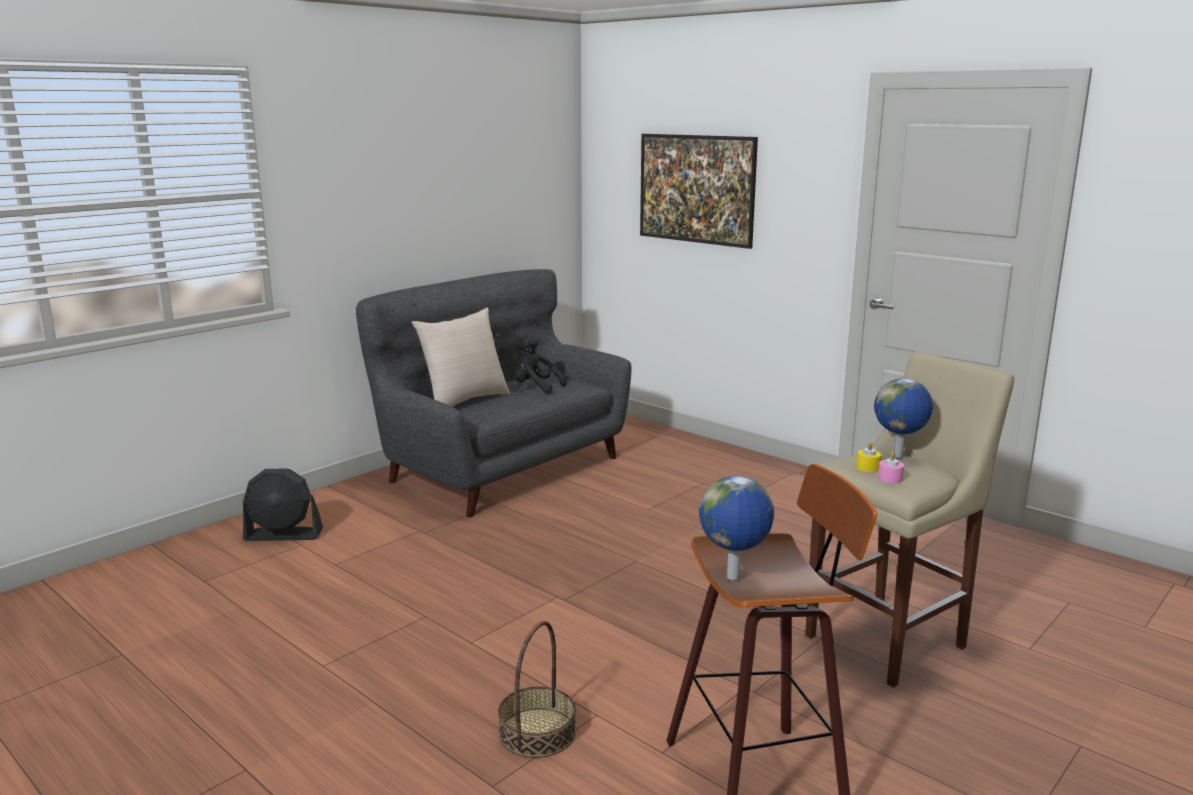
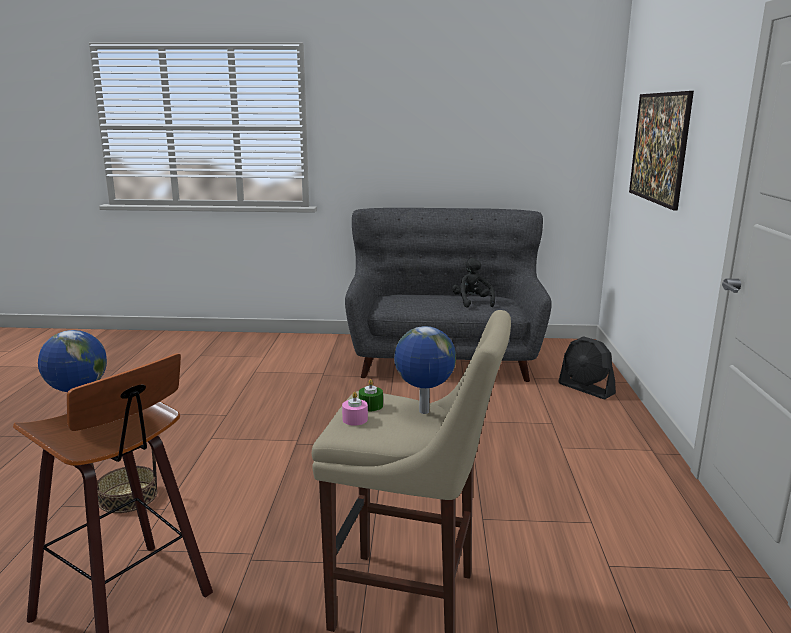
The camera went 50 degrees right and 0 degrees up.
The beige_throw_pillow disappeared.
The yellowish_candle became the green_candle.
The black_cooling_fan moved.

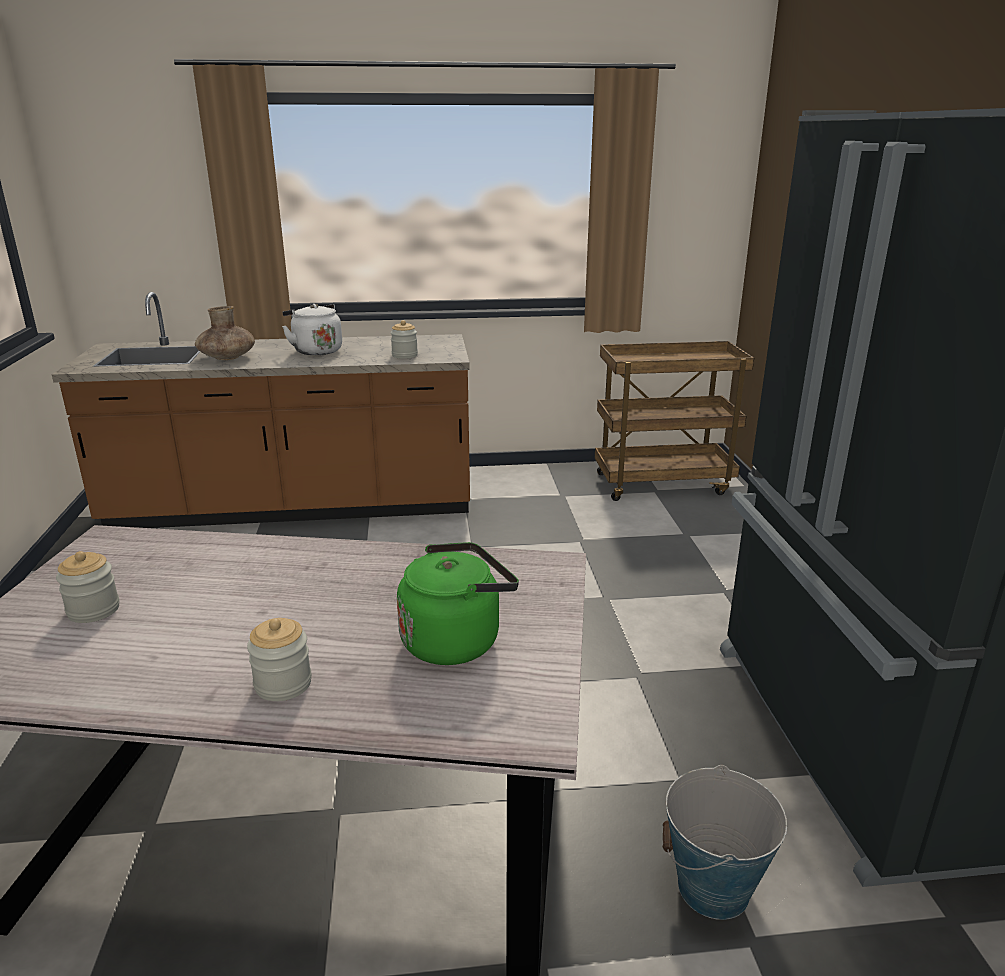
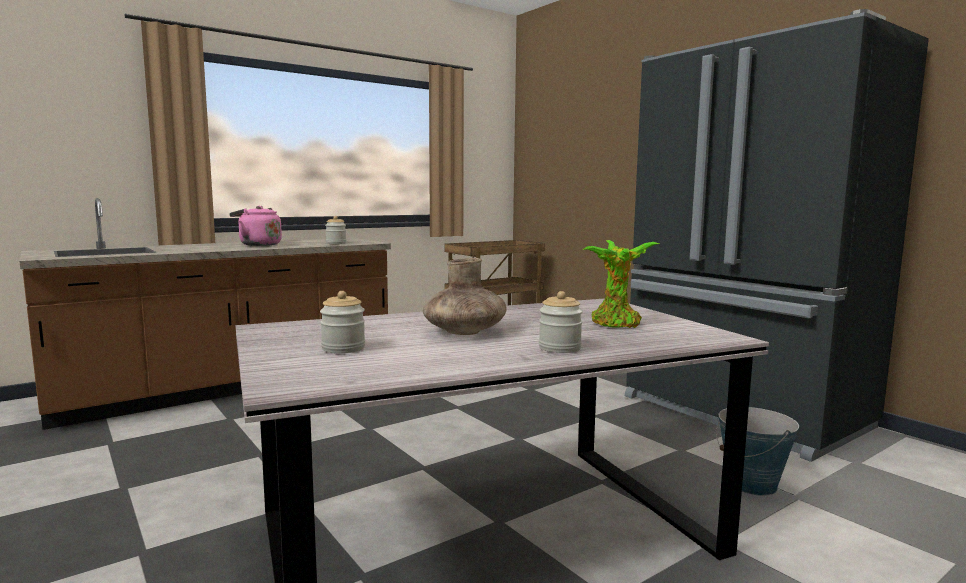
The camera went 30 degrees left and 15 degrees down.
The white_water_kettle became the pink_water_kettle.
The brown_vase moved.
The green_water_kettle was replaced by the plant_in_a_pot.

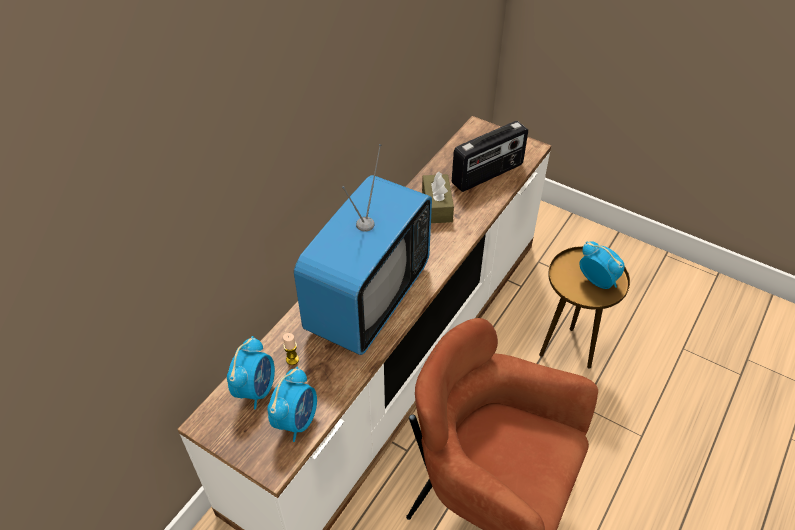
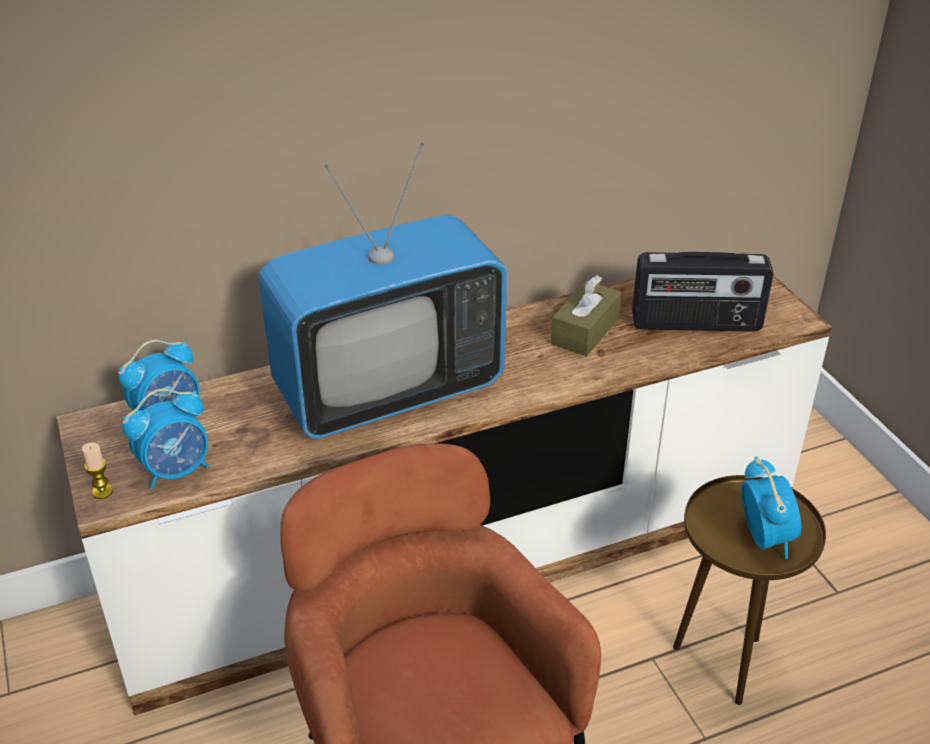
The camera went 35 degrees right and 10 degrees down.
The candle moved.

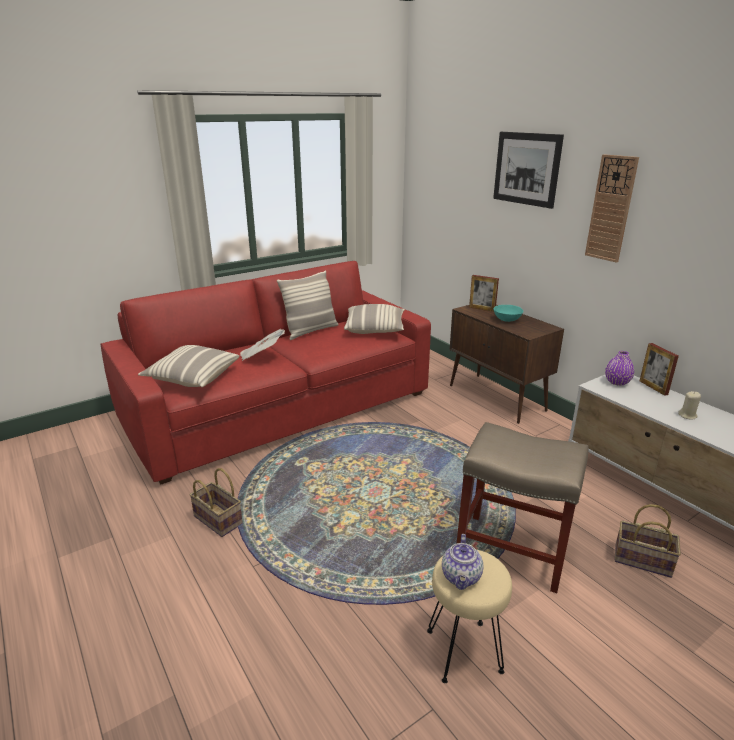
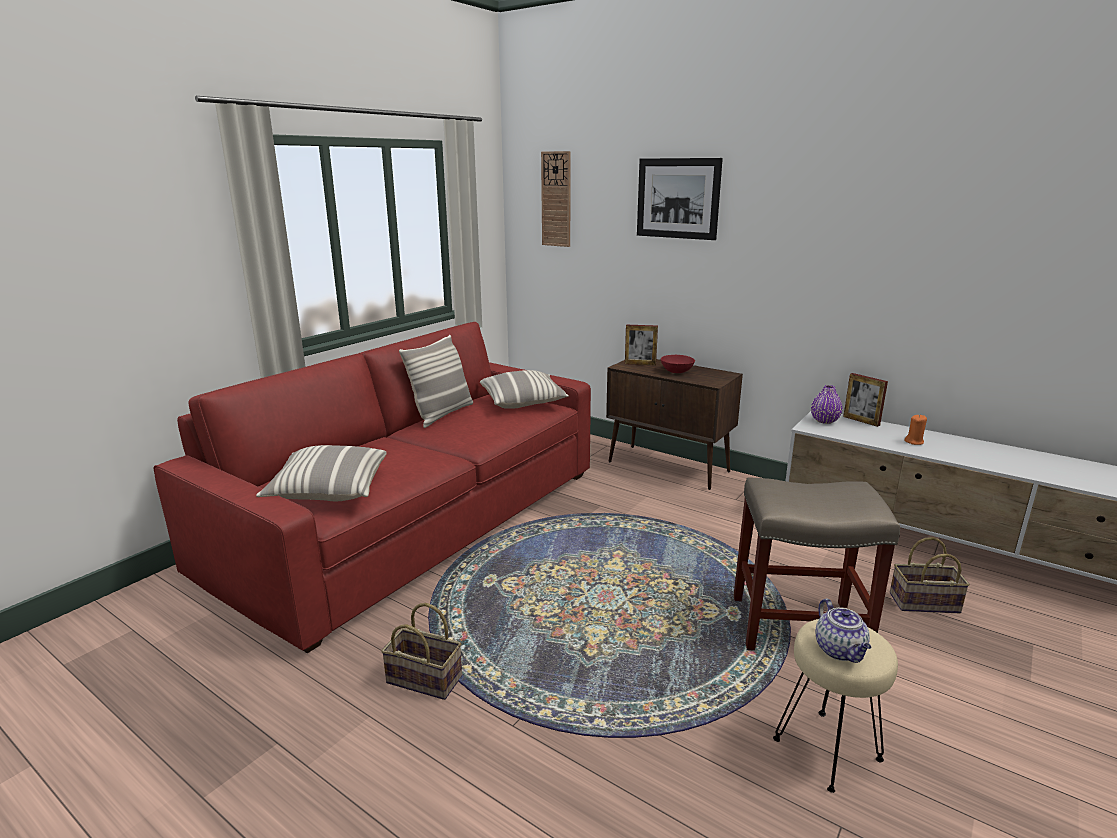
The camera went 20 degrees left and 5 degrees down.
The hanging_clock moved.
The blue-green_bowl became the red_bowl.
The daily_paper disappeared.
The beige_candle became the orange_candle.

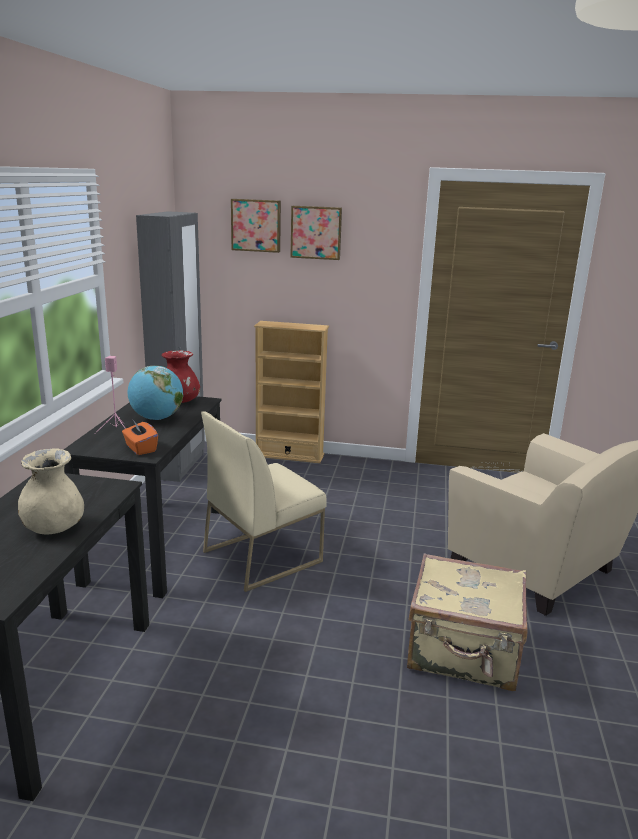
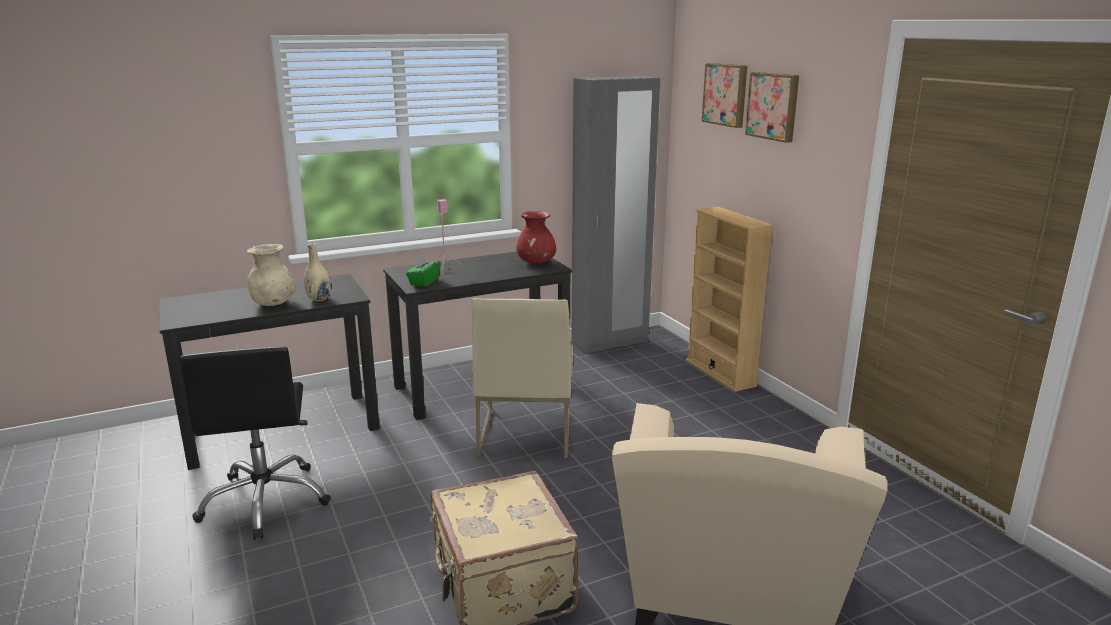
The camera went 55 degrees right and 0 degrees up.
The desk_globe disappeared.
The beige_chair turned 105 degrees counterclockwise.
The orange_tissue_holder became the green_tissue_holder.
The beige_vase (no. 2 from left) appeared.
The black_desk_chair appeared.

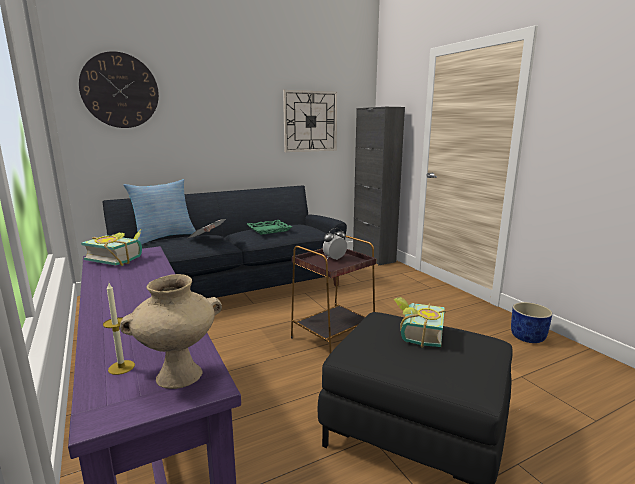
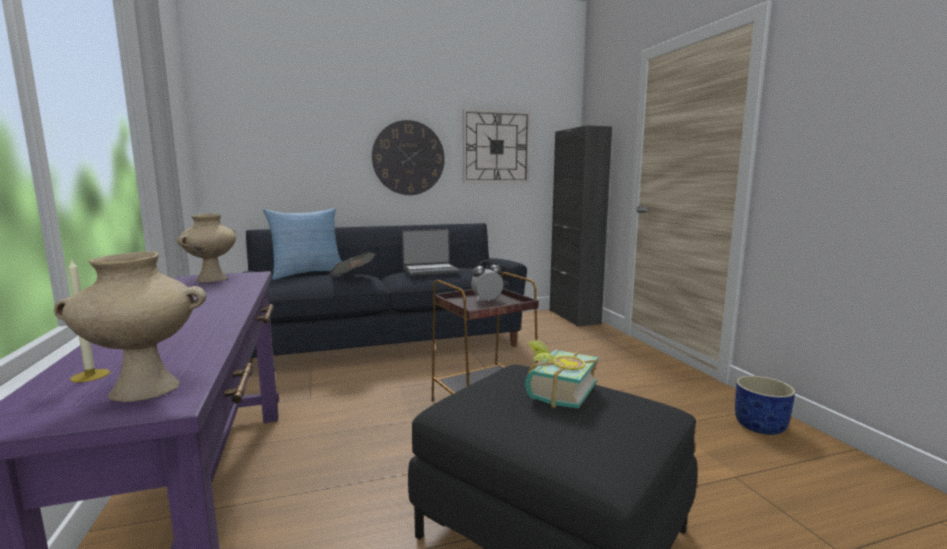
The camera went 10 degrees right and 5 degrees down.
The hanging_clock (no. 1 from left) moved.
The green_tray was replaced by the notebook_computer.
The book (no. 1 from left) was replaced by the beige_vase (no. 2 from left).

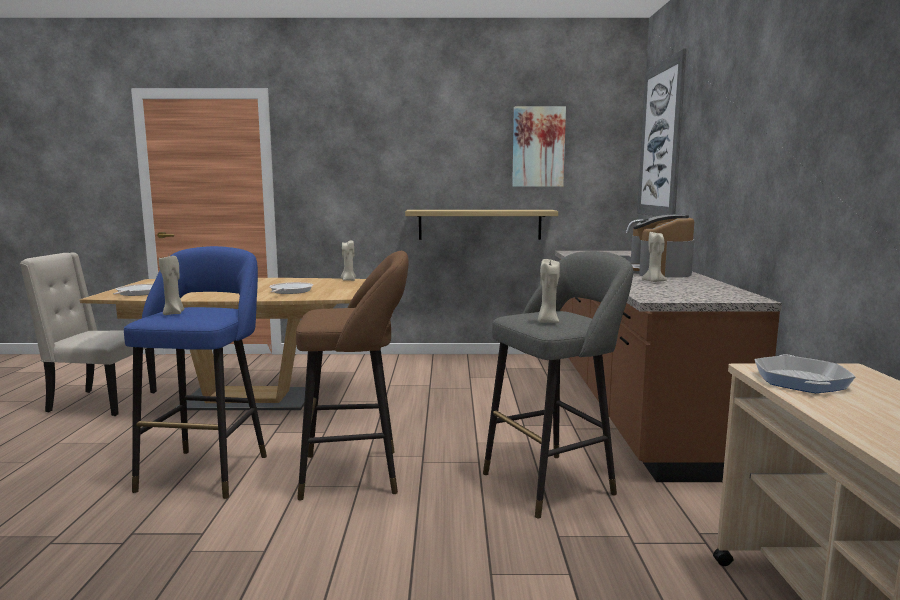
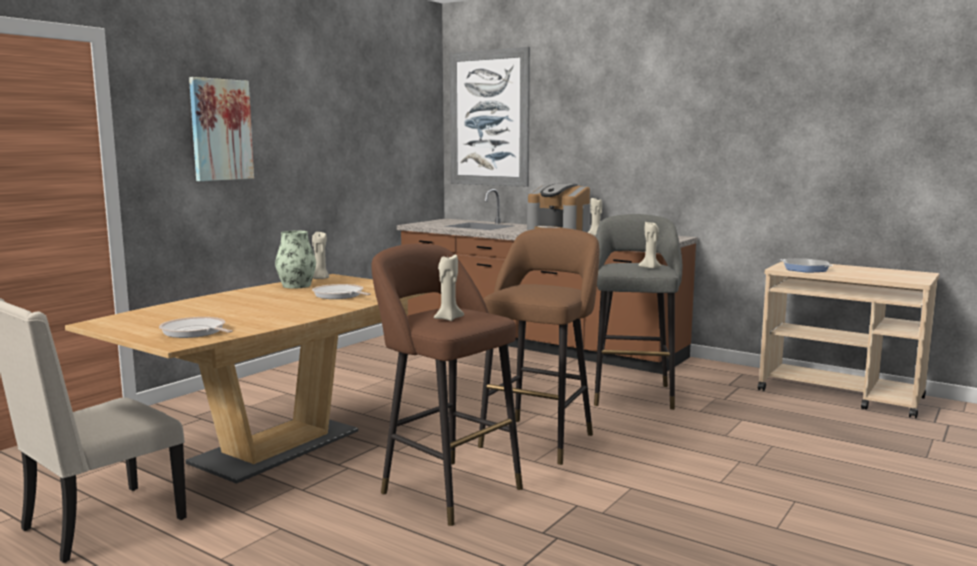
The camera went 55 degrees left and 0 degrees up.
The picture (no. 1 from left) moved.
The shelf disappeared.
The blue_stool became the brown_stool (no. 1 from left).
The vase appeared.

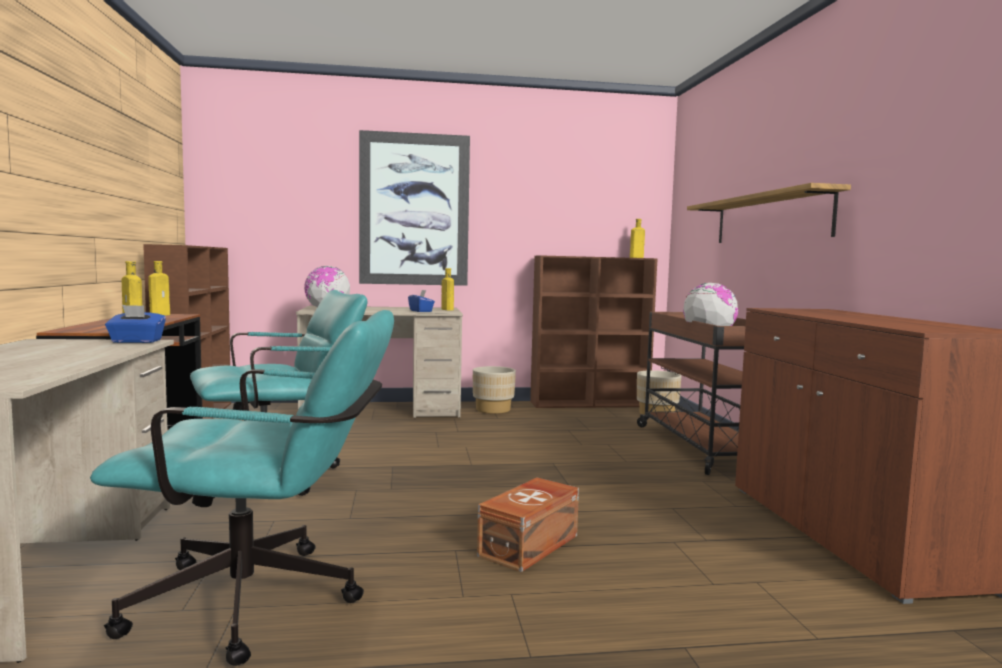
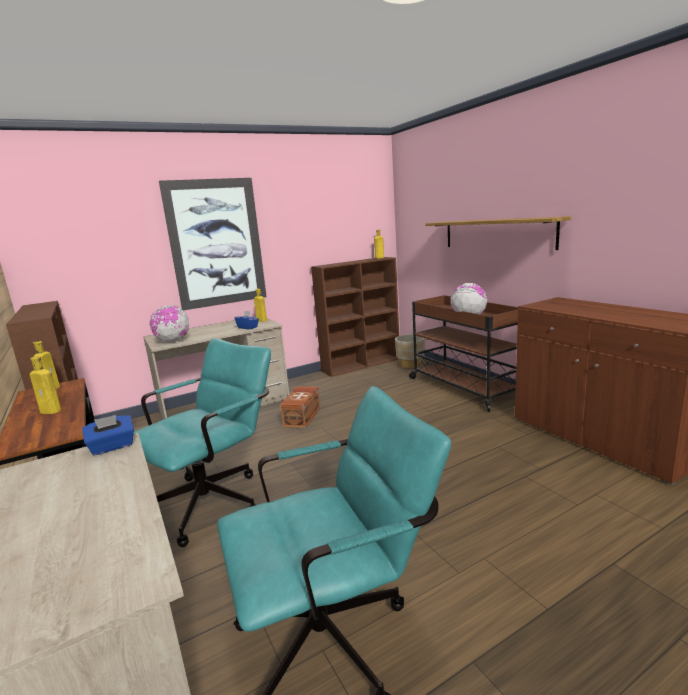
The camera went 20 degrees left and 10 degrees up.
The beige_planter (no. 1 from left) disappeared.
The brown_storage_bin moved.

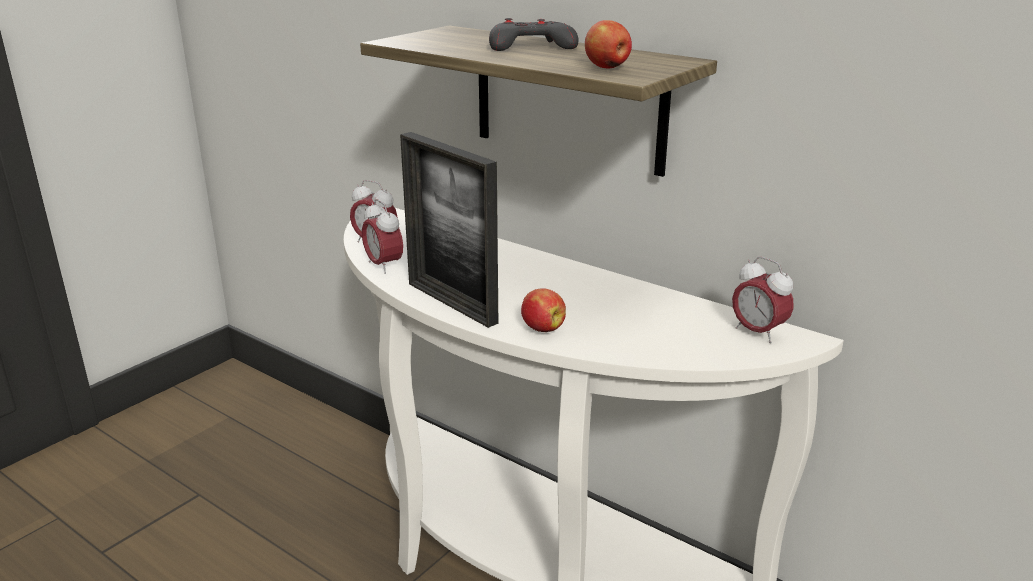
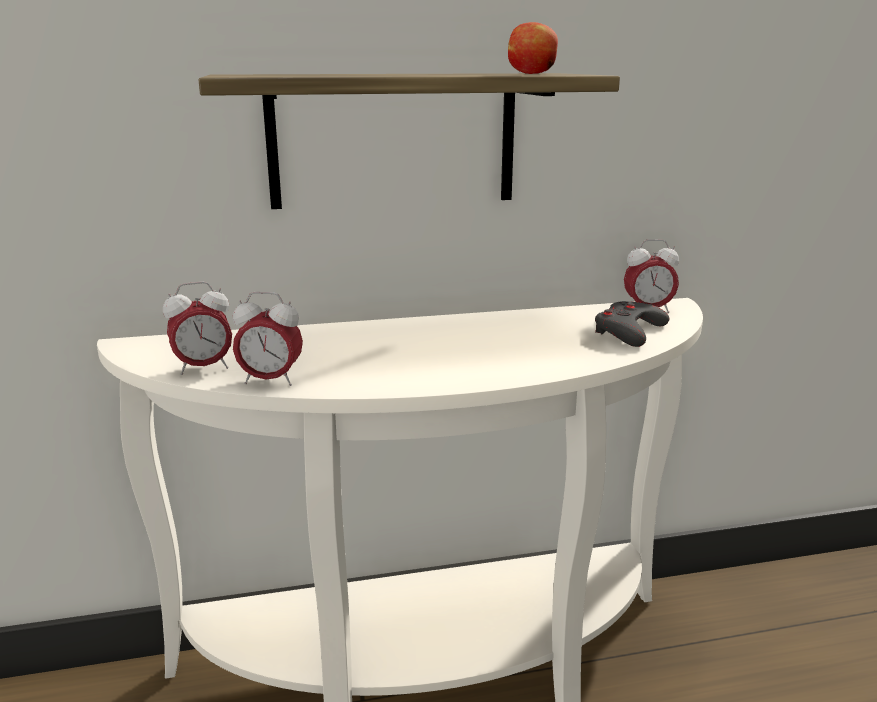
The camera went 50 degrees left and 5 degrees down.
The greyish_game_controller moved.
The standing_frame disappeared.
The apple_fruit (no. 1 from left) disappeared.

